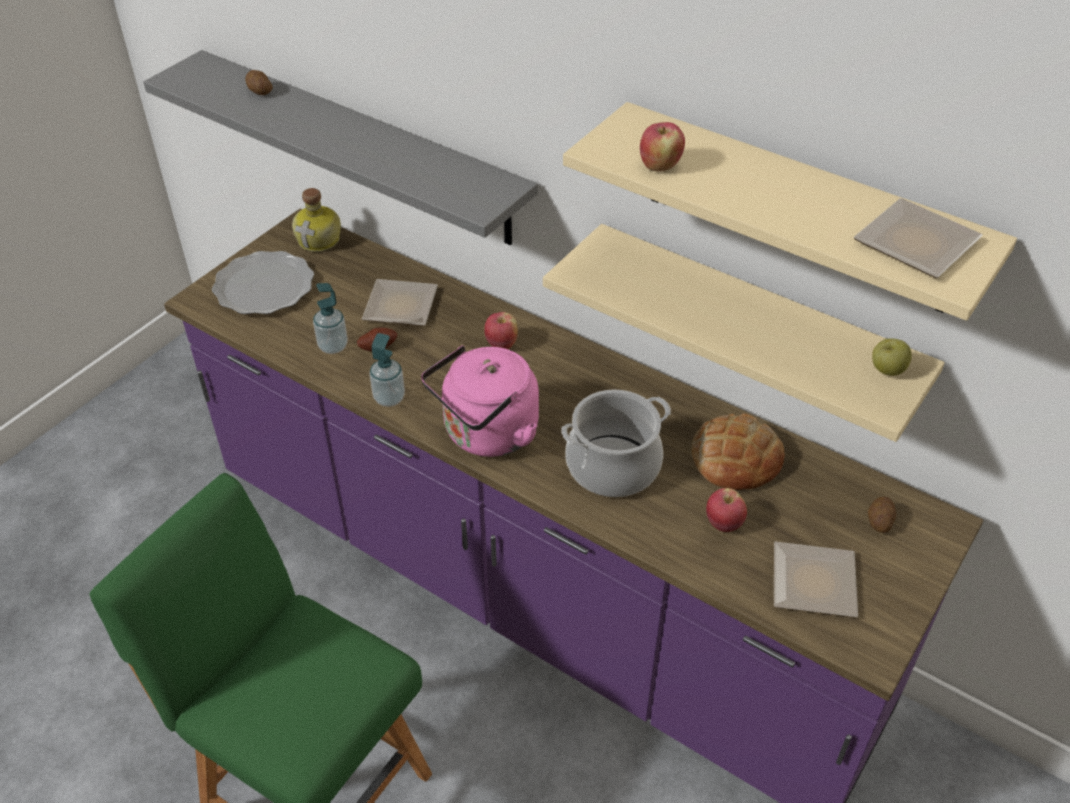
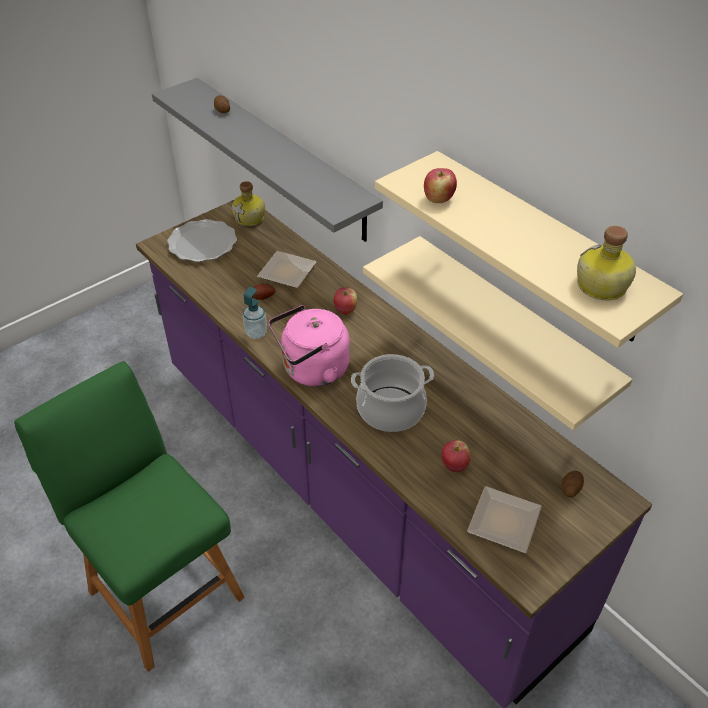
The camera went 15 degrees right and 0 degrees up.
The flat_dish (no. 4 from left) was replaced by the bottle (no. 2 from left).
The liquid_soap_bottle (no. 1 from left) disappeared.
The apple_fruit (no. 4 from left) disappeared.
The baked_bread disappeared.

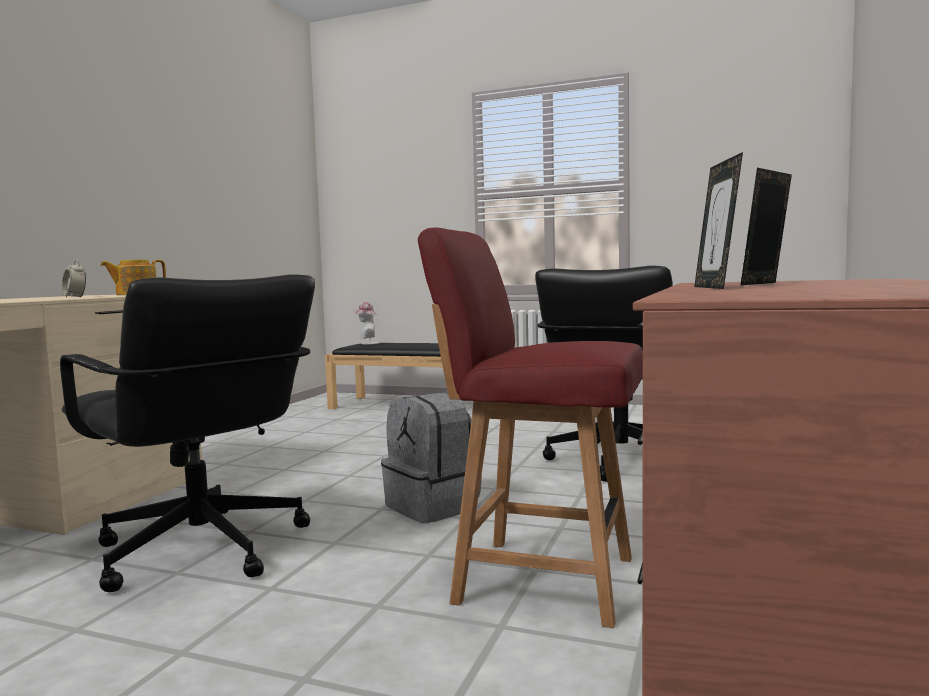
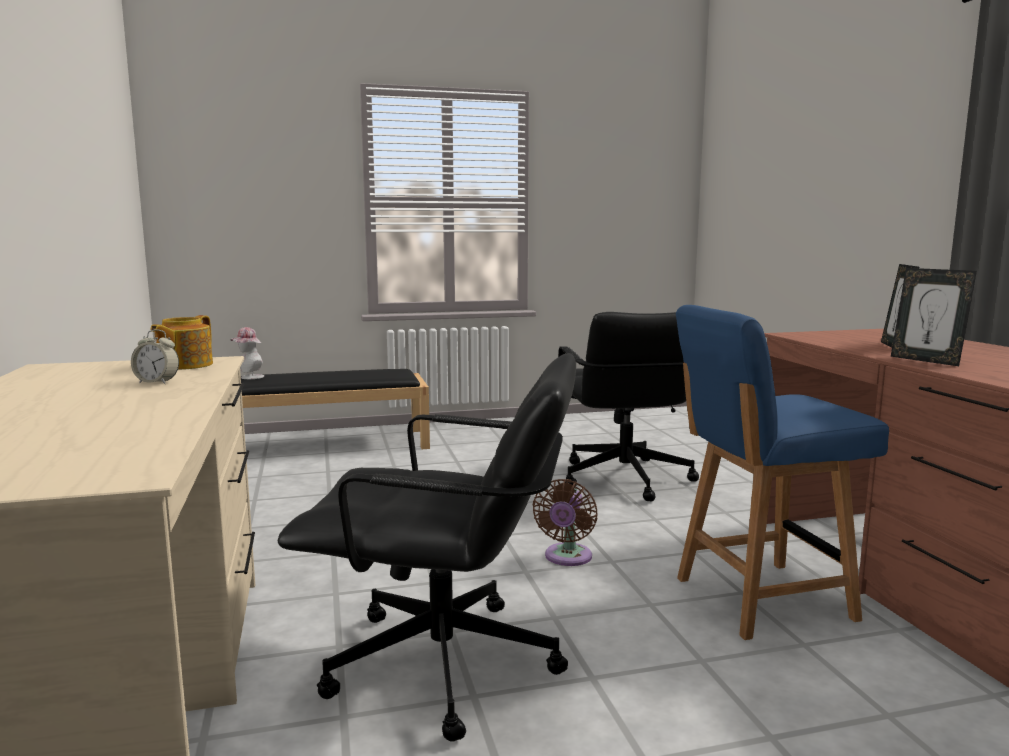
The camera went 35 degrees left and 5 degrees up.
The red_chair became the blue_chair.
The greyish_rucksack was replaced by the brown_cooling_fan.

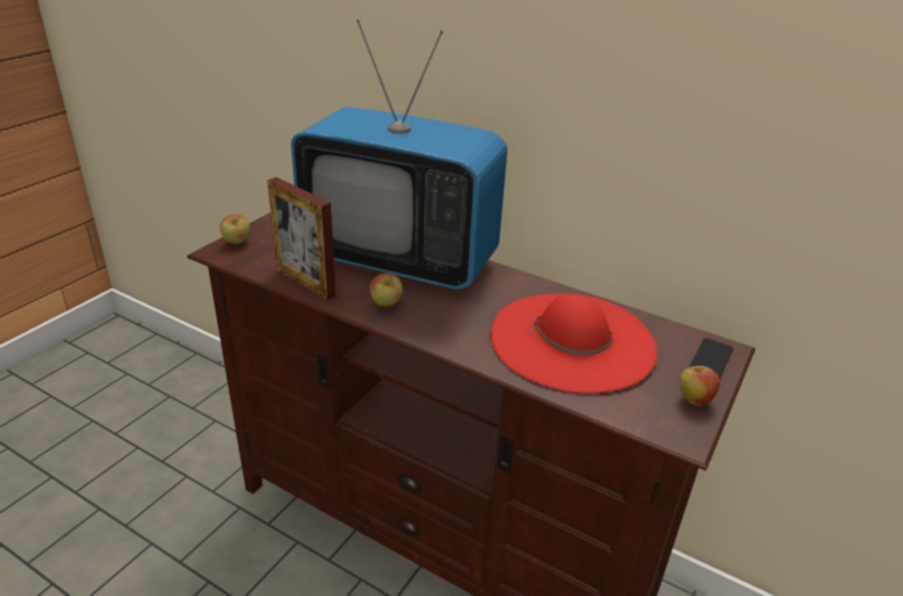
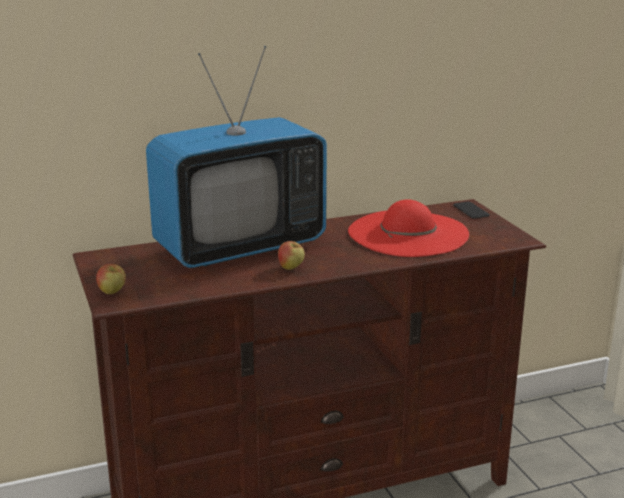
The camera went 50 degrees left and 10 degrees down.
The standing_frame disappeared.
The apple_fruit (no. 3 from left) disappeared.

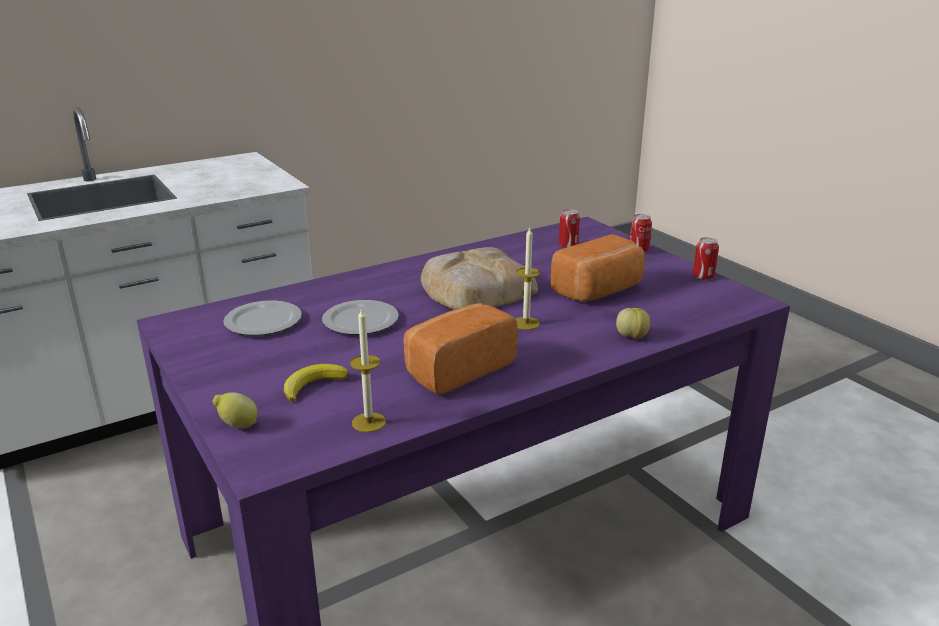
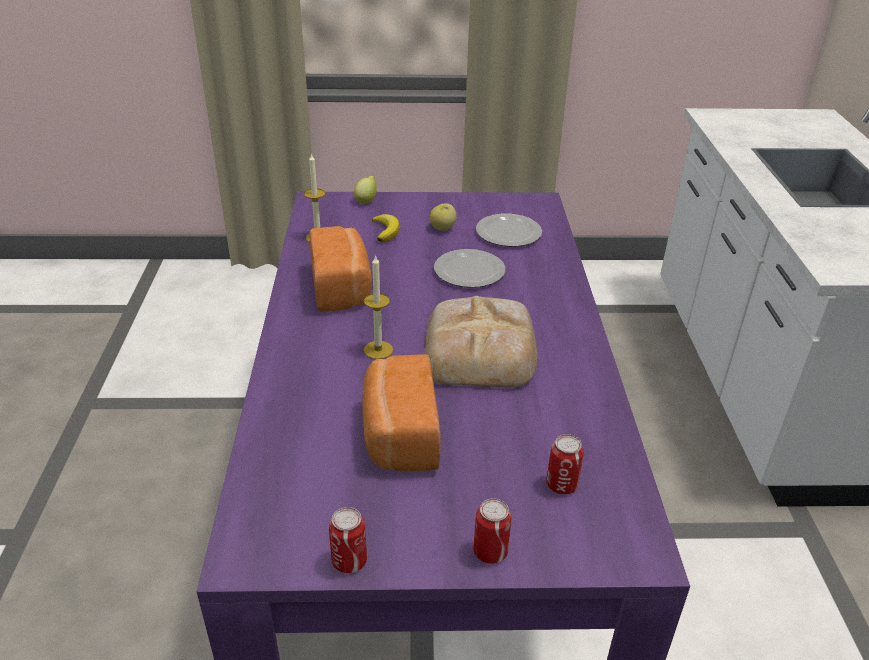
The camera went 120 degrees right and 10 degrees up.
The apple_fruit moved.

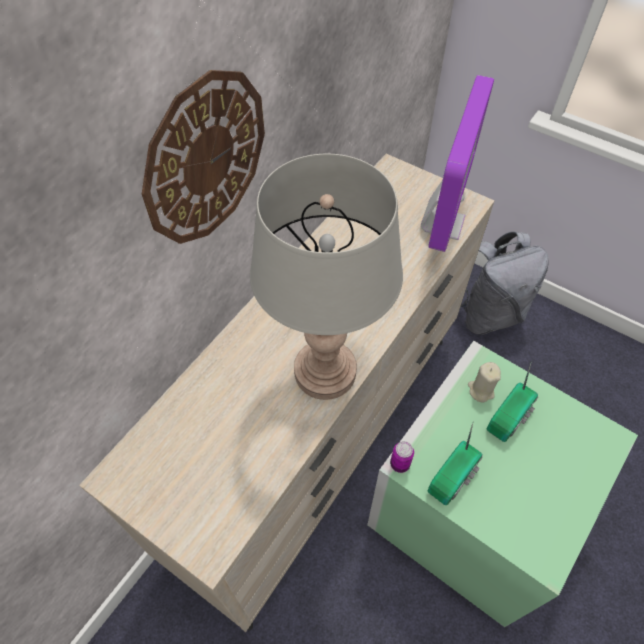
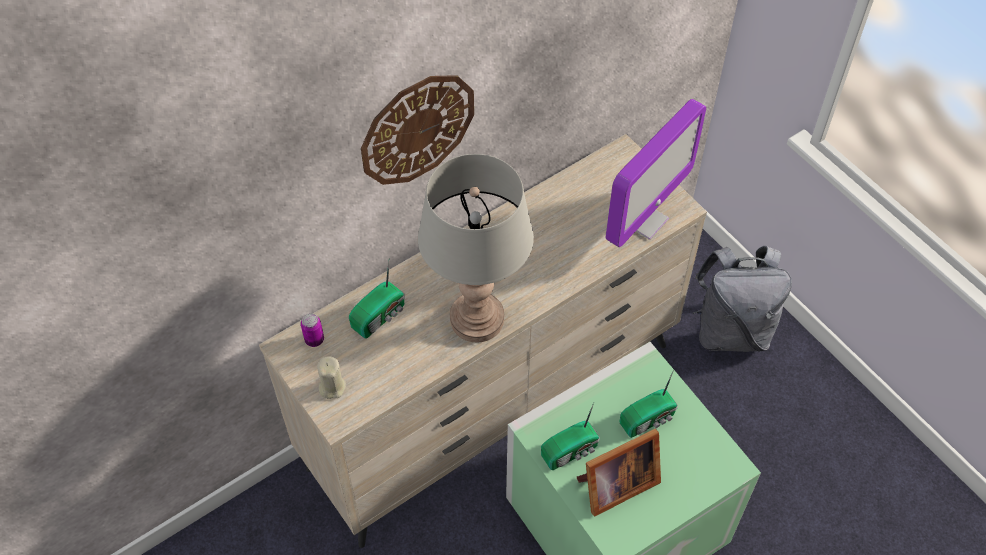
The camera went 20 degrees right and 0 degrees up.
The beige_candle moved.
The metal_can moved.
The radio_set (no. 1 from left) appeared.
The standing_frame appeared.

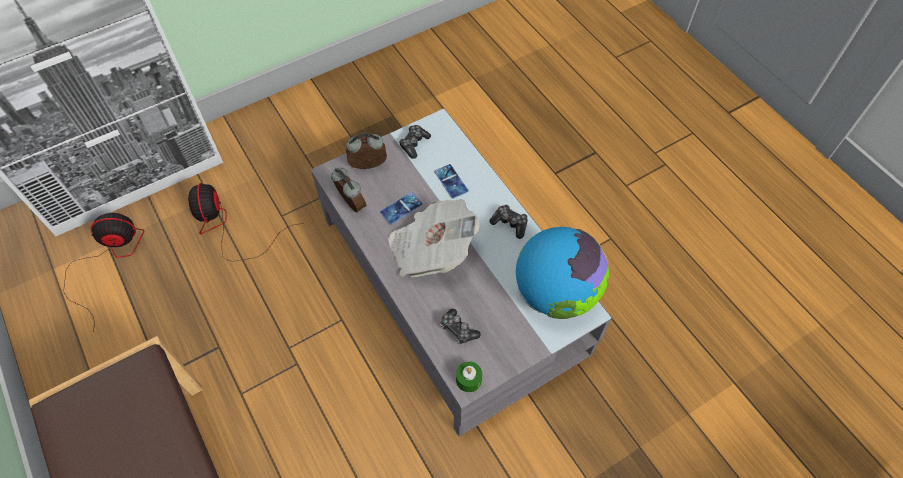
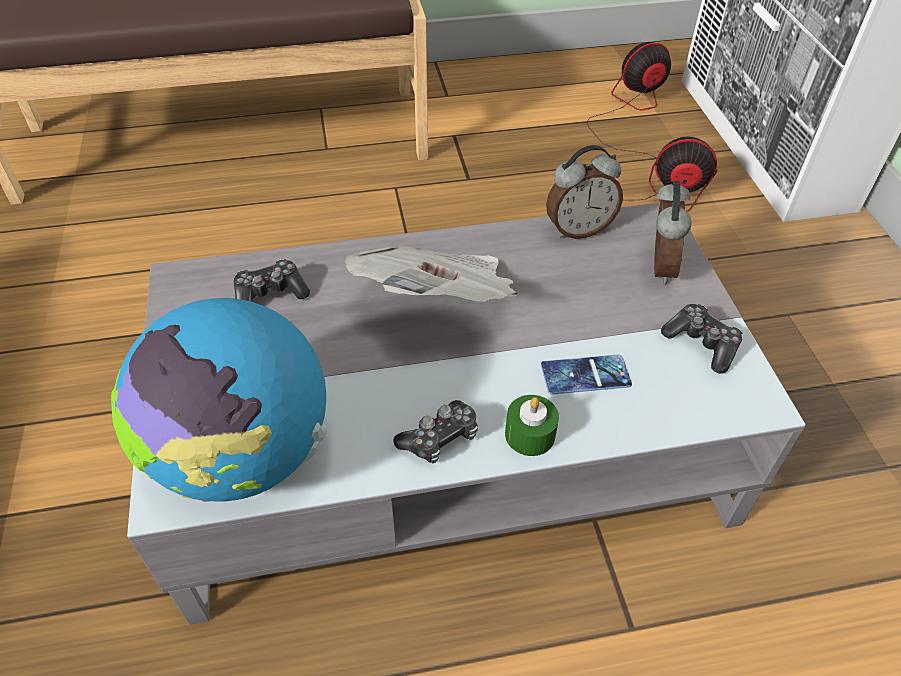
The camera went 110 degrees right and 10 degrees down.
The phone (no. 1 from left) disappeared.
The cooling_fan (no. 1 from left) turned 120 degrees counterclockwise.
The green_candle moved.

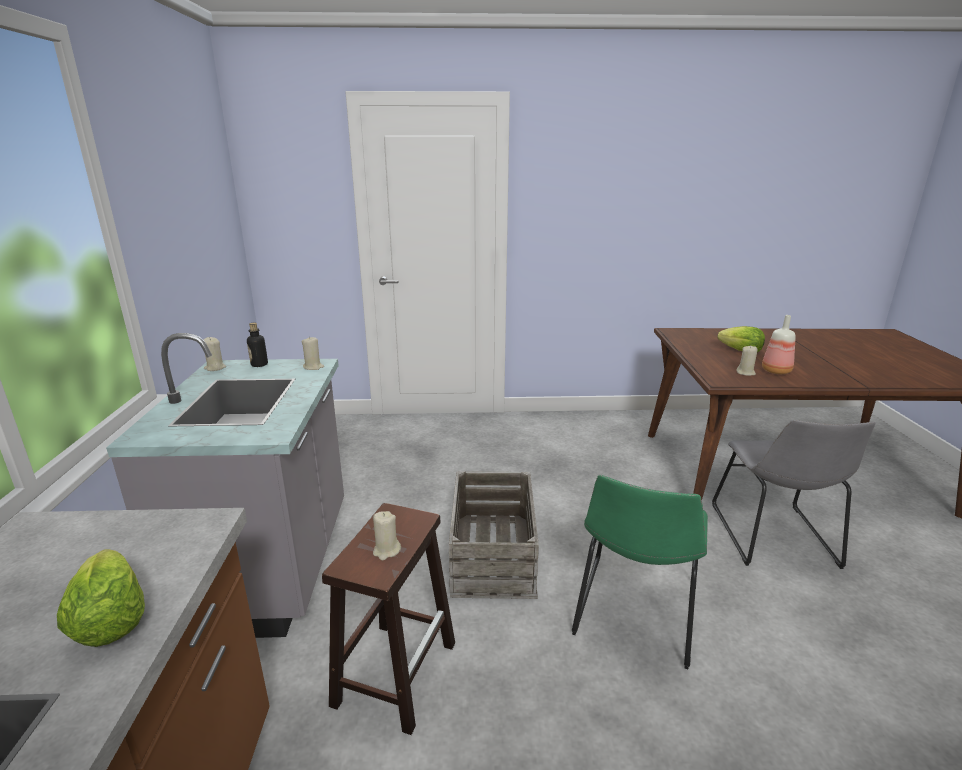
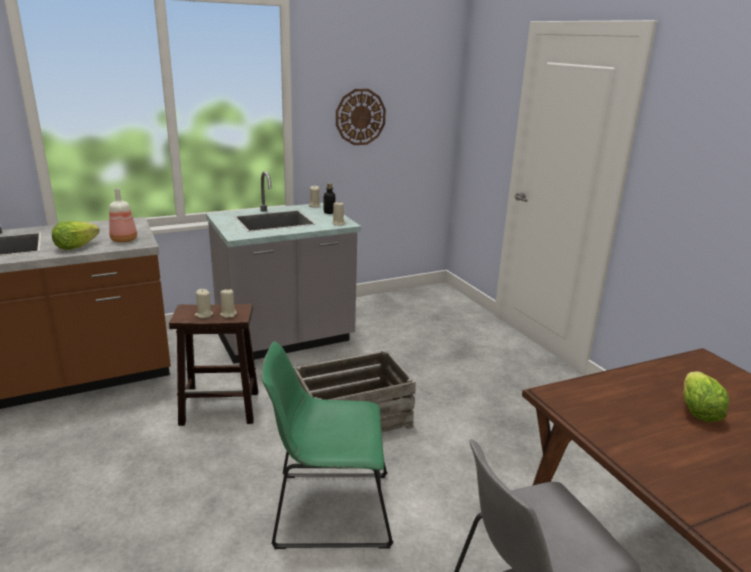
The camera went 65 degrees right and 0 degrees up.
The bottle (no. 2 from left in the first image) moved.
The beige_candle (no. 4 from left in the first image) moved.
The hanging_clock appeared.

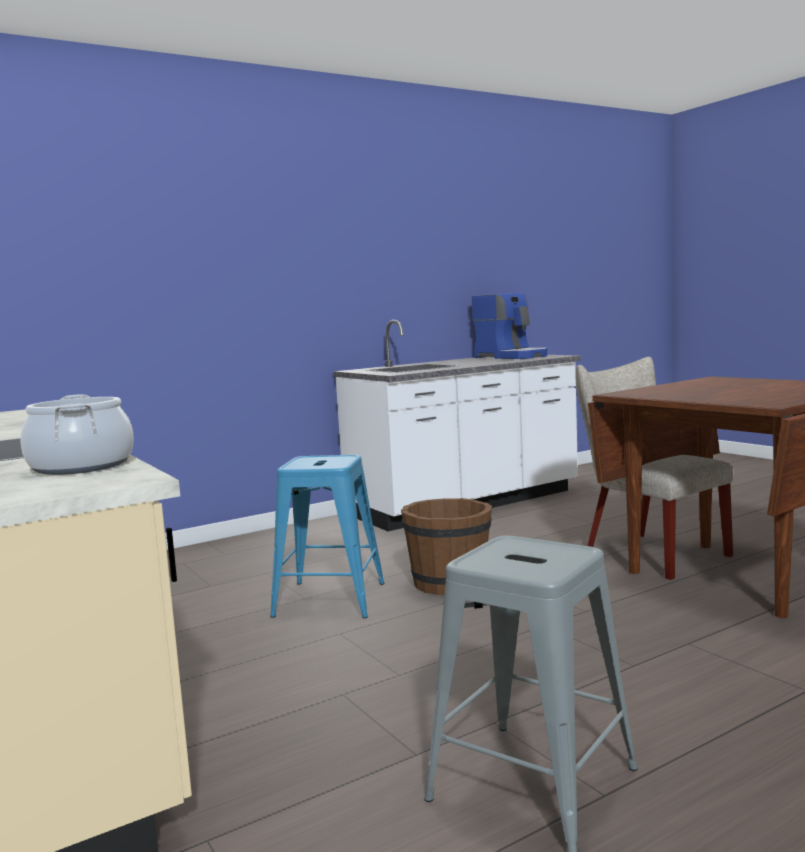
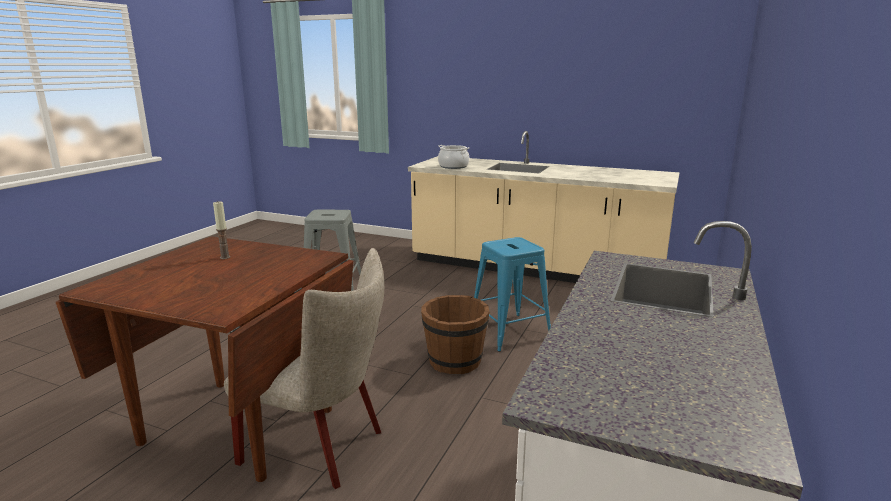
The camera went 145 degrees right and 10 degrees up.
The coffee_maker disappeared.
The candle appeared.

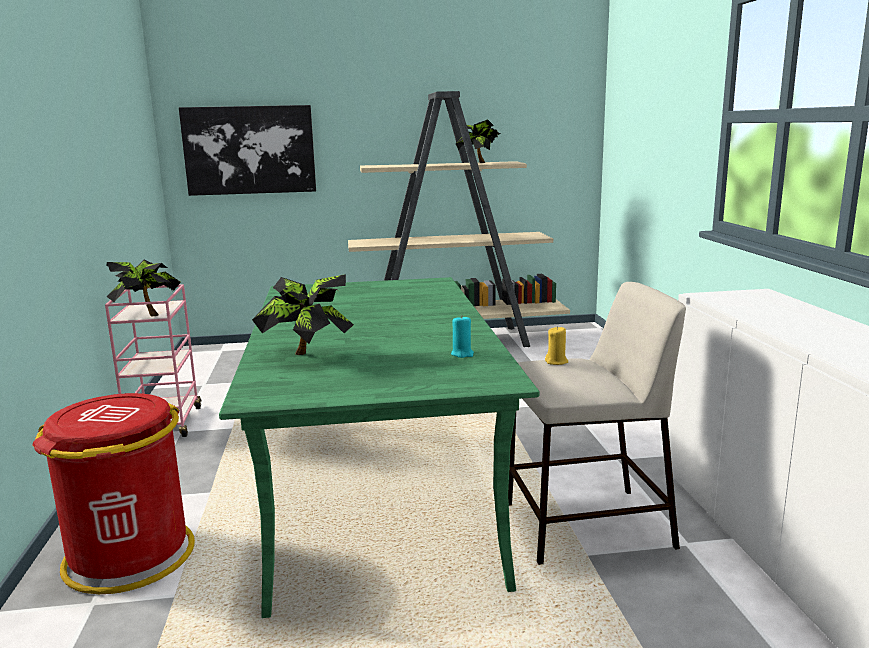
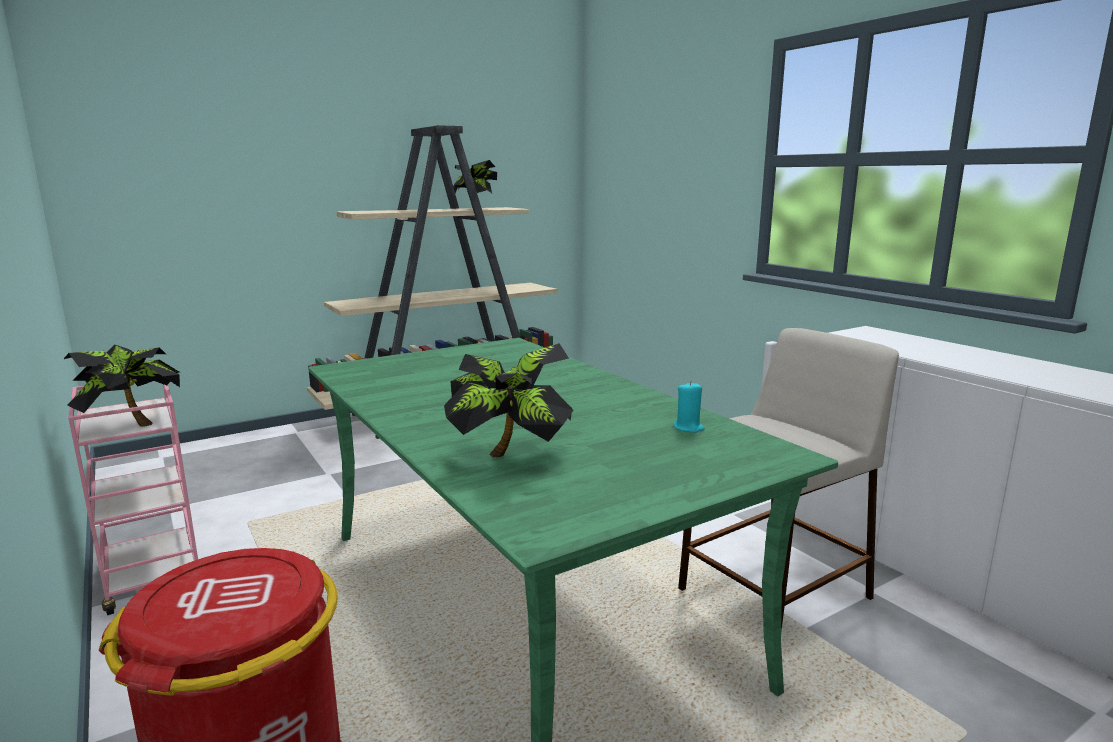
The camera went 25 degrees left and 0 degrees up.
The picture disappeared.
The yellowish_candle disappeared.

